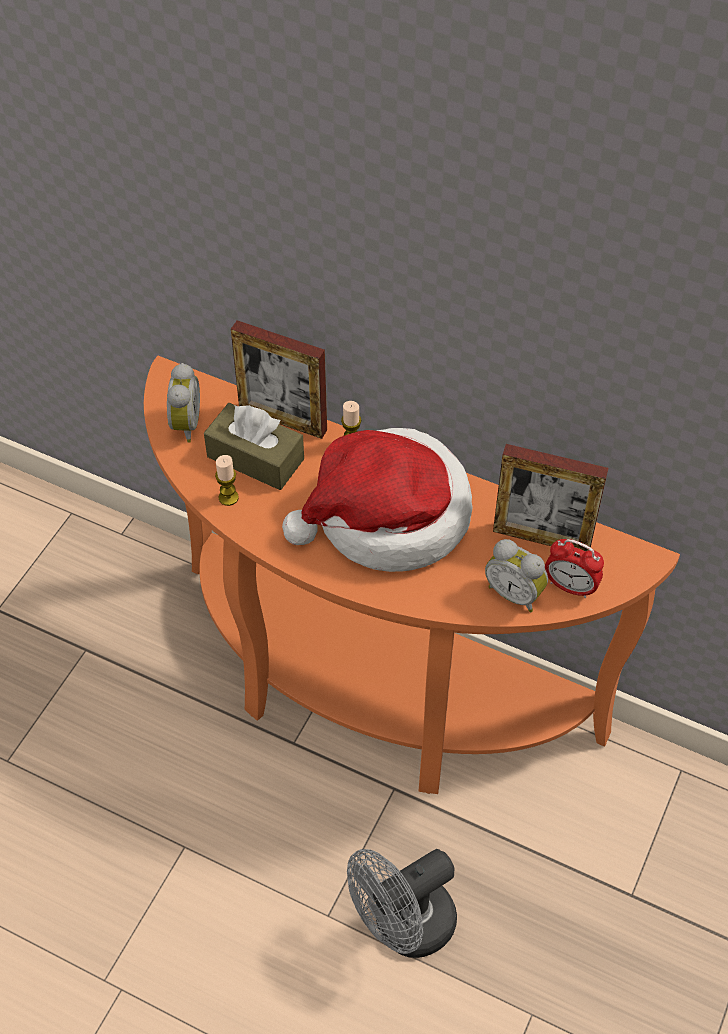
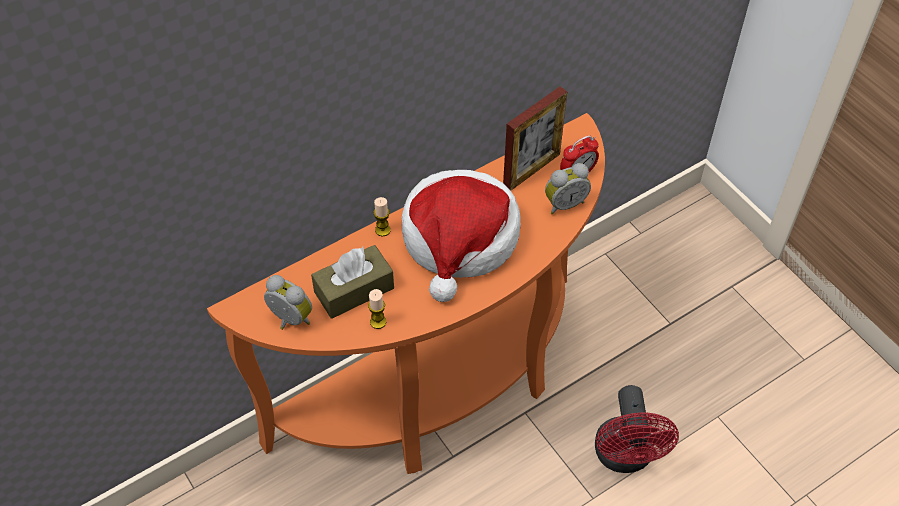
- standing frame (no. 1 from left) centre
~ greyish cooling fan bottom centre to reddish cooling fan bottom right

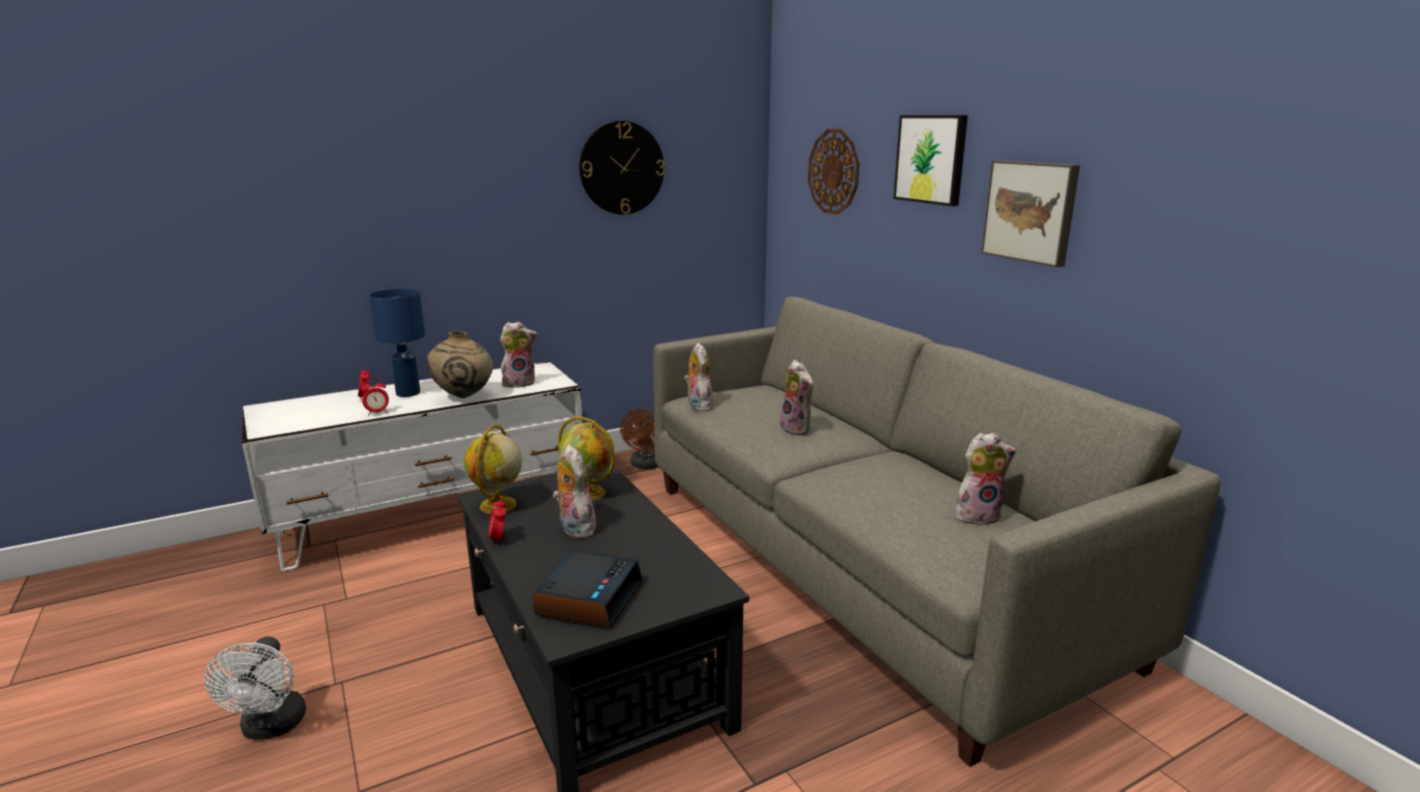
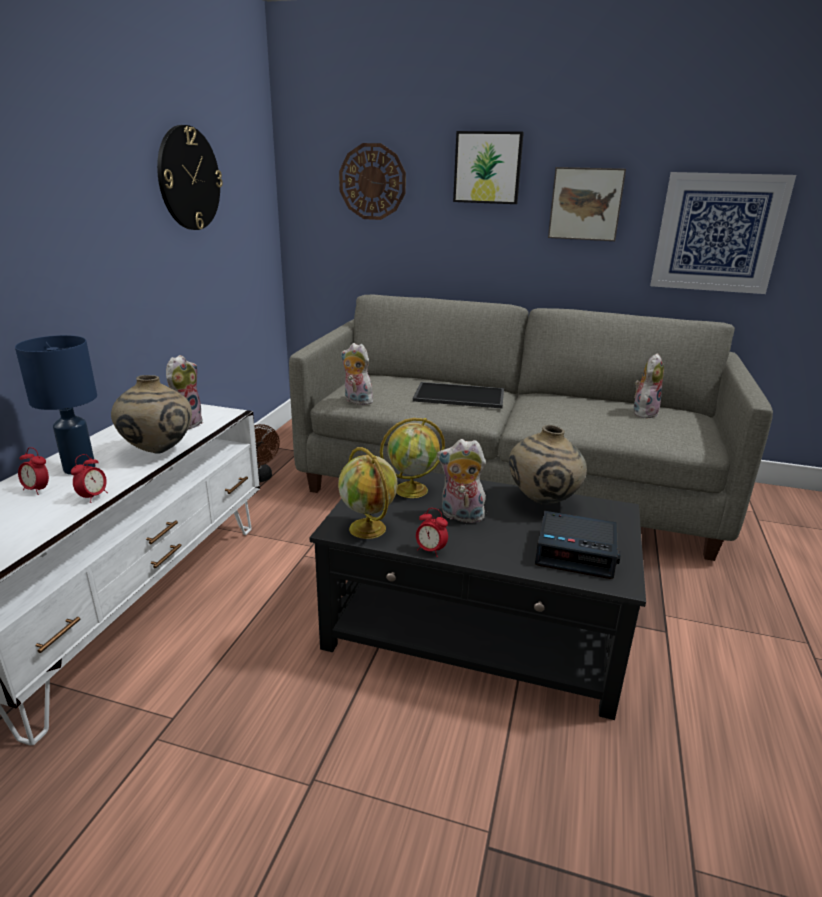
- white-coloured cooling fan bottom left
+ beige decorative vase (no. 2 from left) middle right
+ wall art (no. 3 from left) top right
~ cuddly toy (no. 4 from left) centre to carrying tray centre
~ alarm clock (no. 4 from left) bottom centre = middle right 135 degrees clockwise

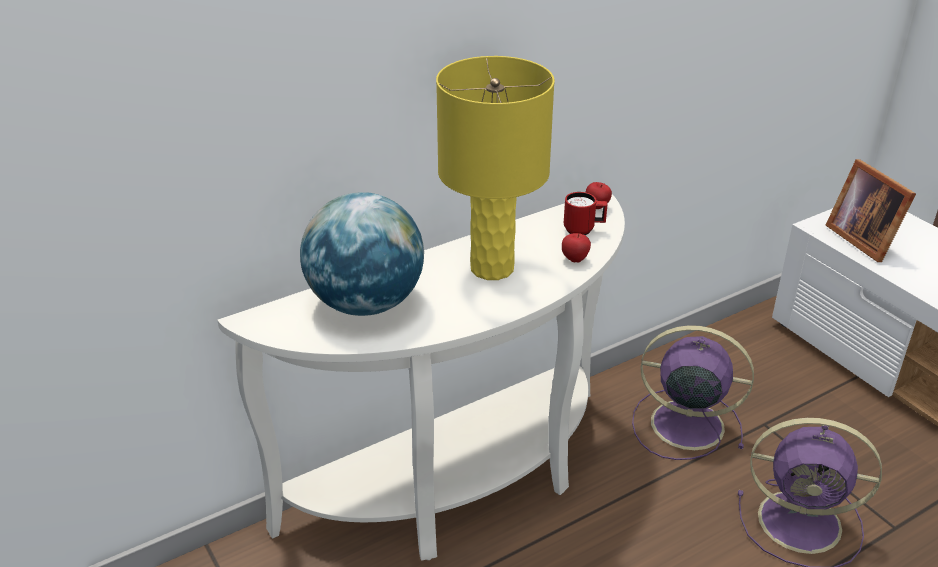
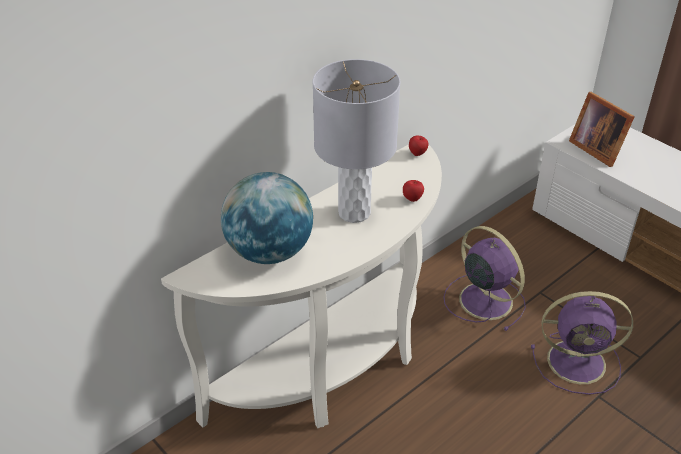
- reddish tea mug centre
~ yellow-coloured table lamp top centre to greyish table lamp top centre
~ purple-coloured cooling fan (no. 1 from left) bottom right = middle right 45 degrees clockwise

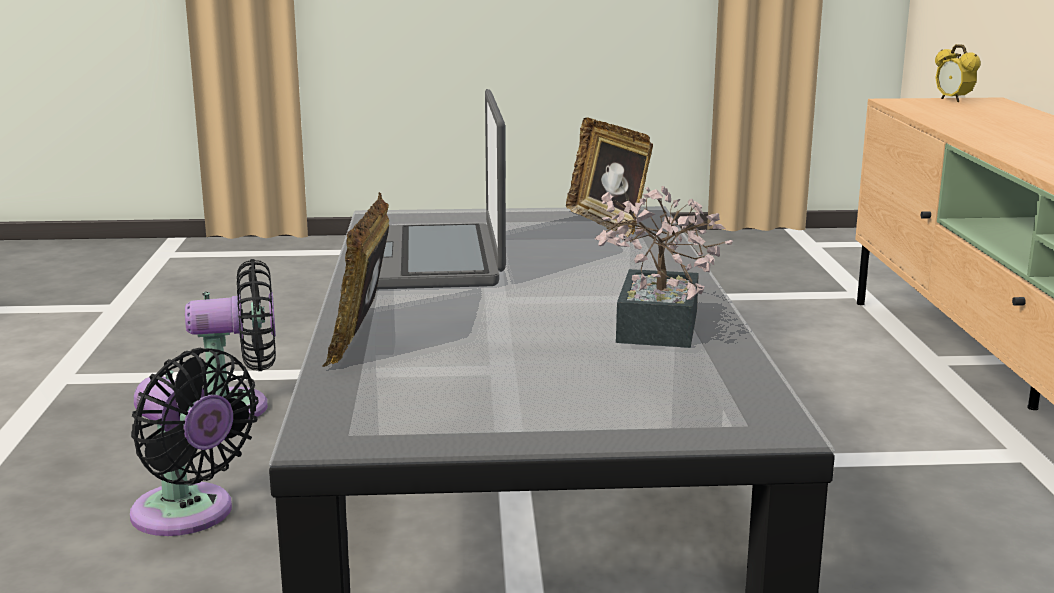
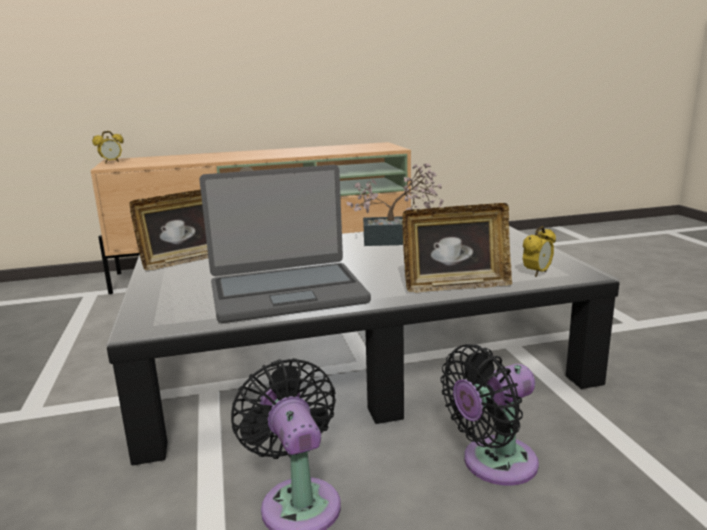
+ alarm clock (no. 2 from left) middle right
~ blackish cooling fan (no. 1 from left in the first image) bottom left = bottom right 150 degrees counterclockwise

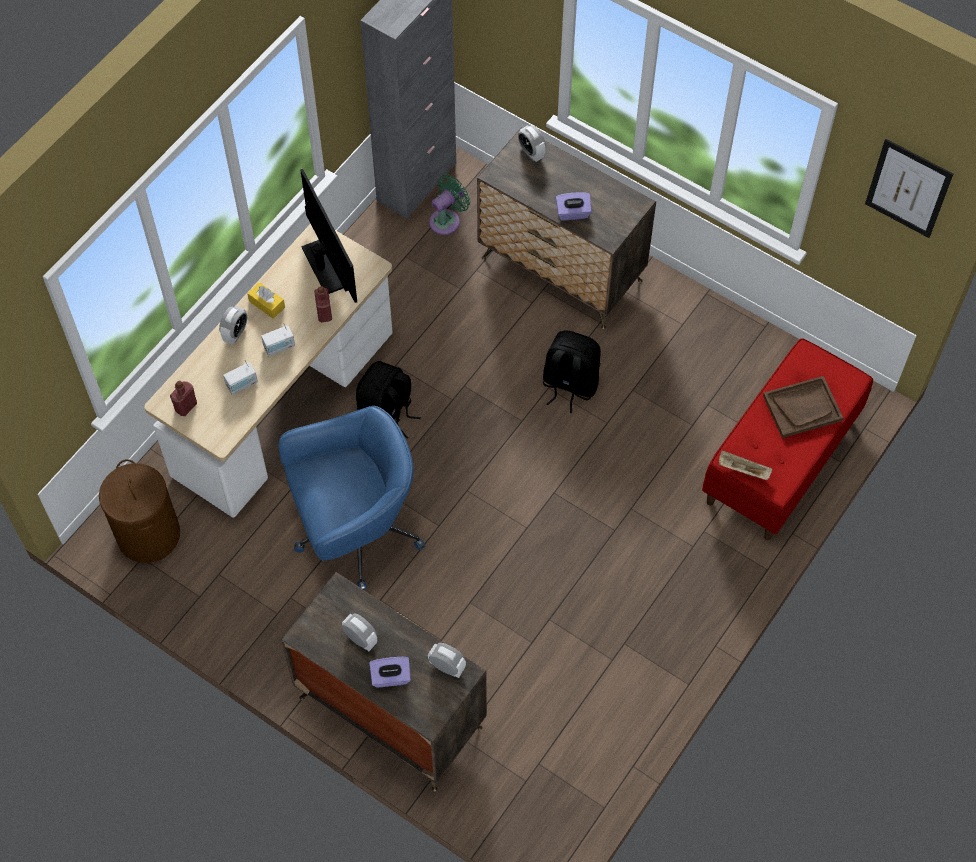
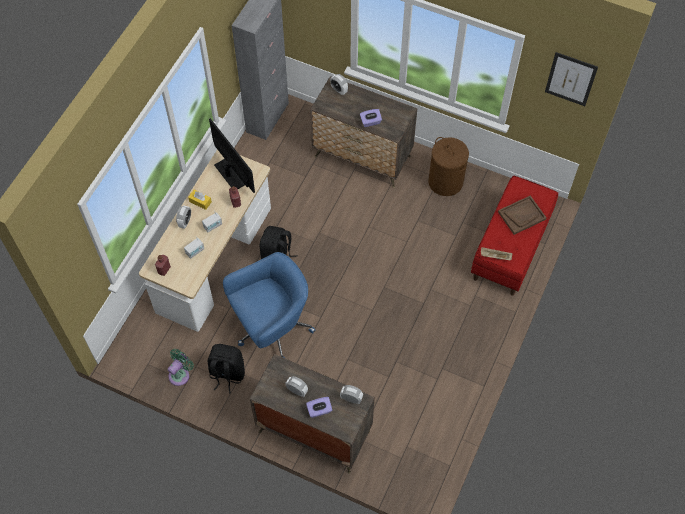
~ brownish hamper middle left to top centre
~ green cooling fan top centre to bottom left
~ blackish rucksack (no. 2 from left in the first image) centre to blackish rucksack (no. 1 from left) bottom left

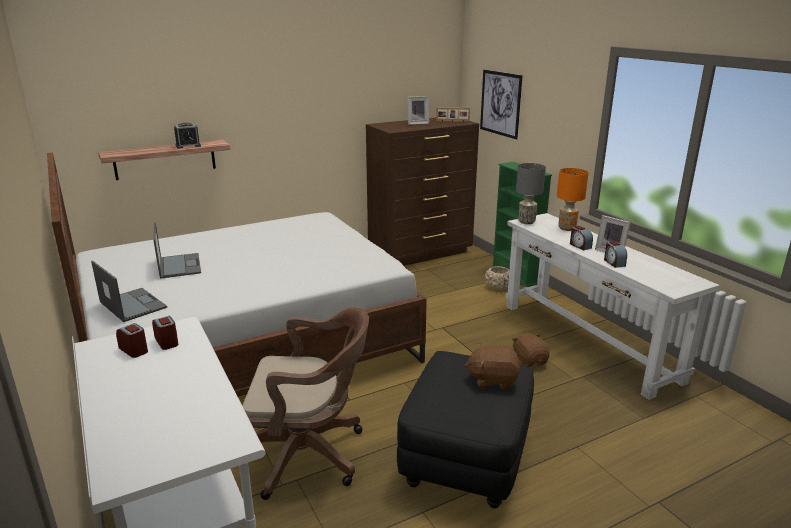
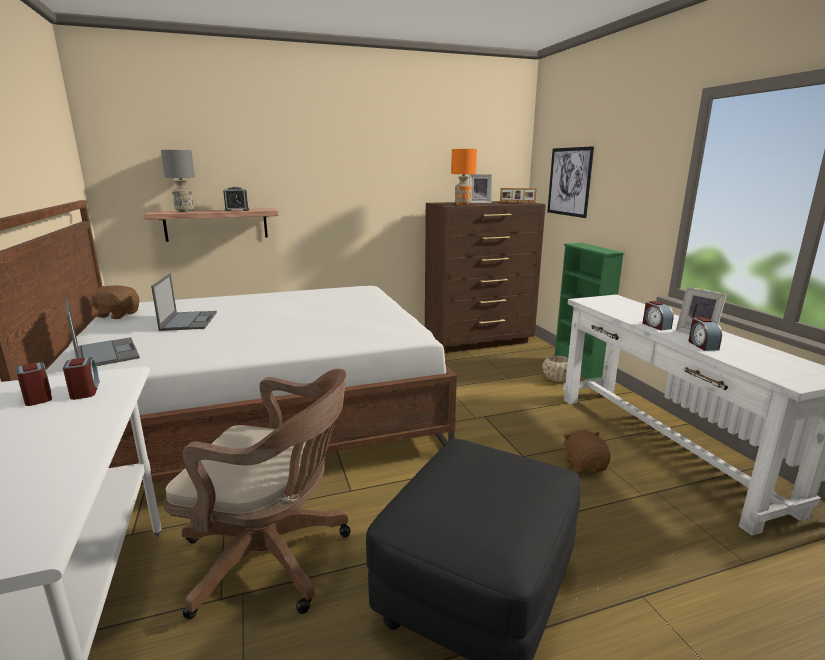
~ brownish cuddly toy (no. 1 from left) bottom centre to middle left
~ greyish table lamp middle right to top left
~ orange table lamp middle right to top centre

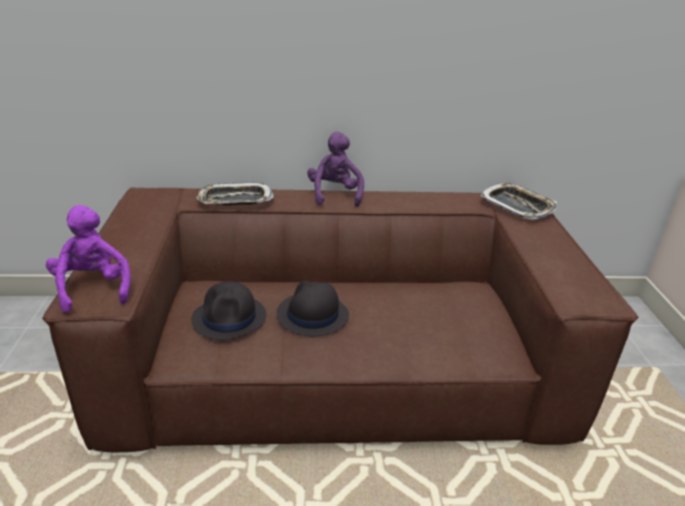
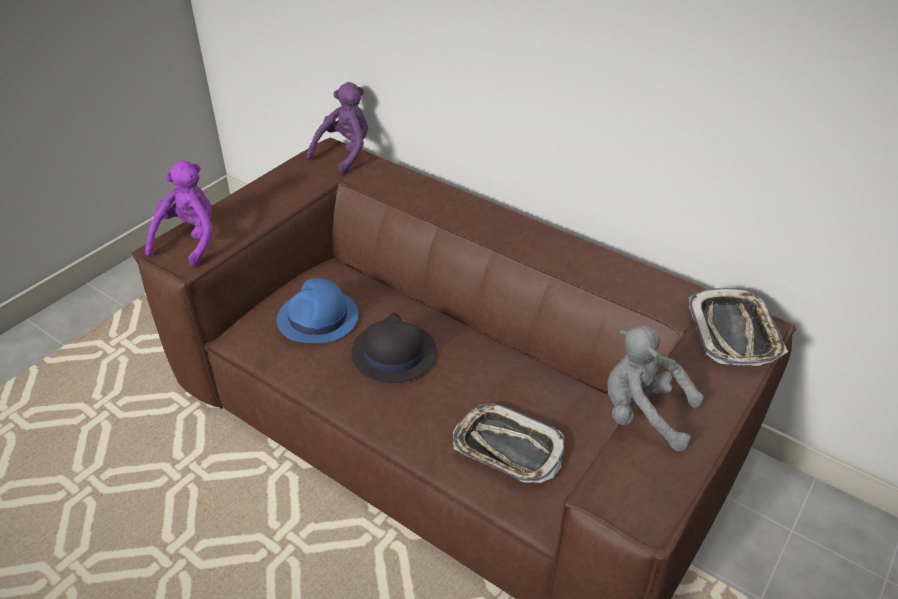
+ greyish cuddly toy middle right
~ carrying tray (no. 1 from left) centre to bottom centre
~ purple-coloured cuddly toy (no. 2 from left) centre to top centre
~ blackish wearable hat (no. 1 from left) middle left to blue-coloured wearable hat centre

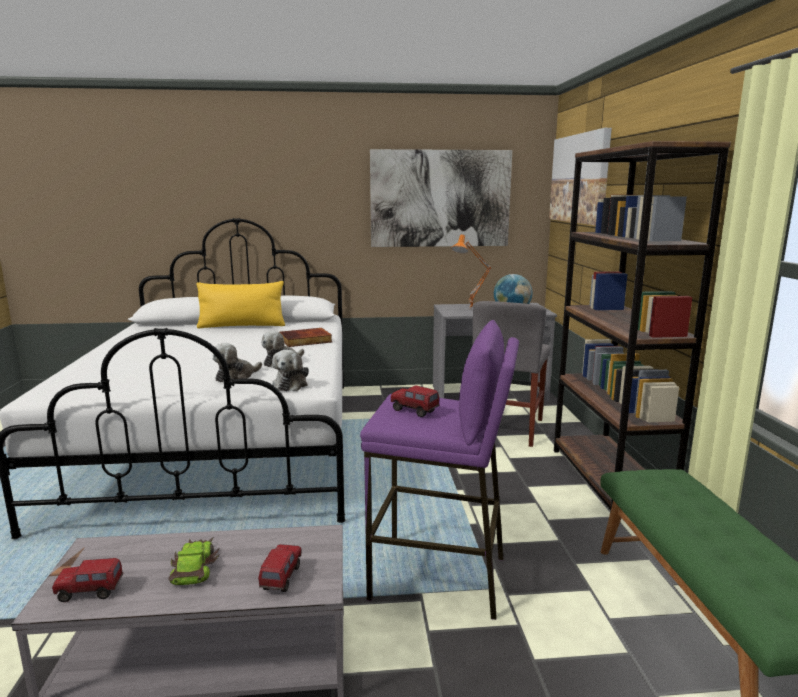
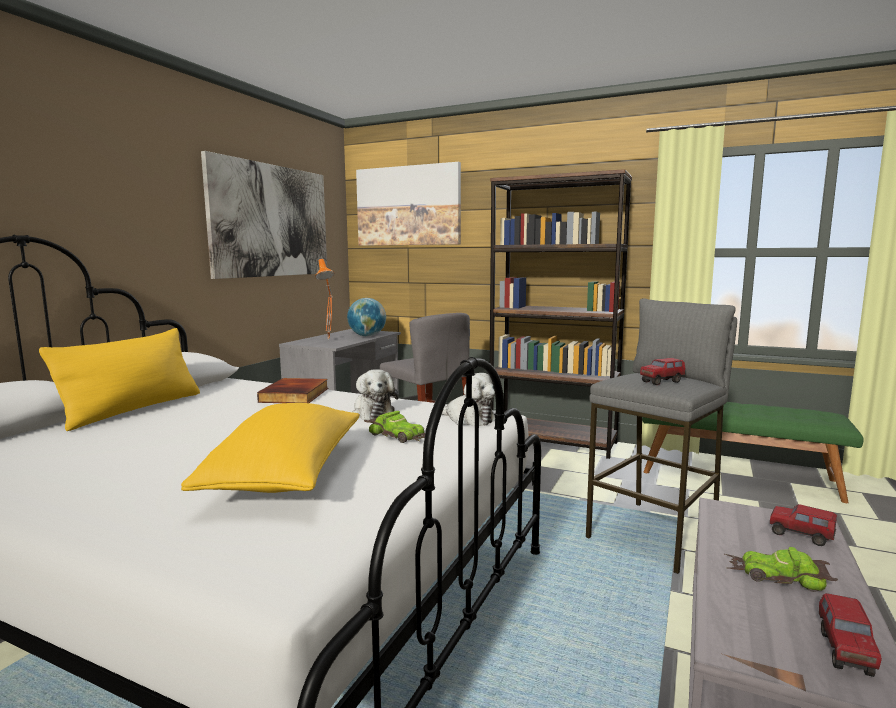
+ yellow-coloured throw pillow (no. 2 from left) middle left
~ cuddly toy (no. 1 from left) middle left to miniature car (no. 1 from left) centre
~ purple-coloured stool seat bottom centre to greyish stool seat middle right

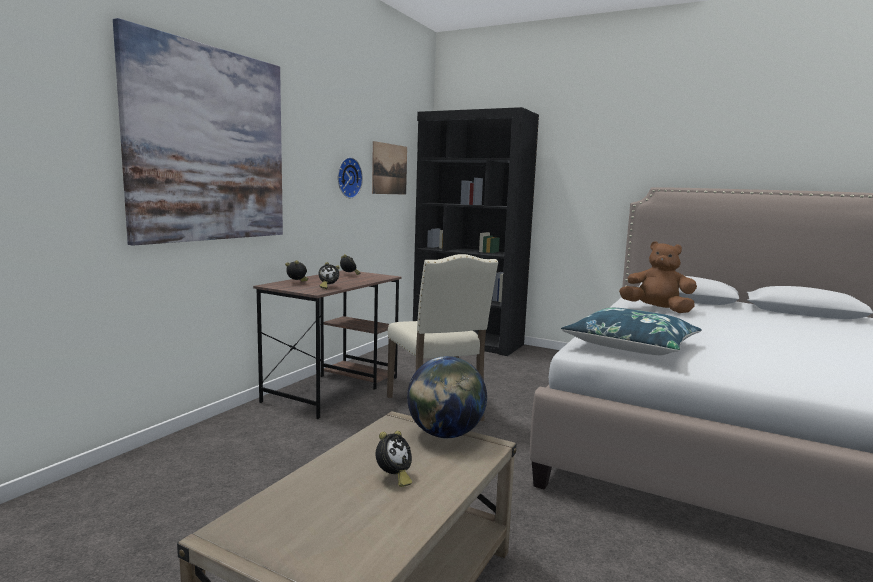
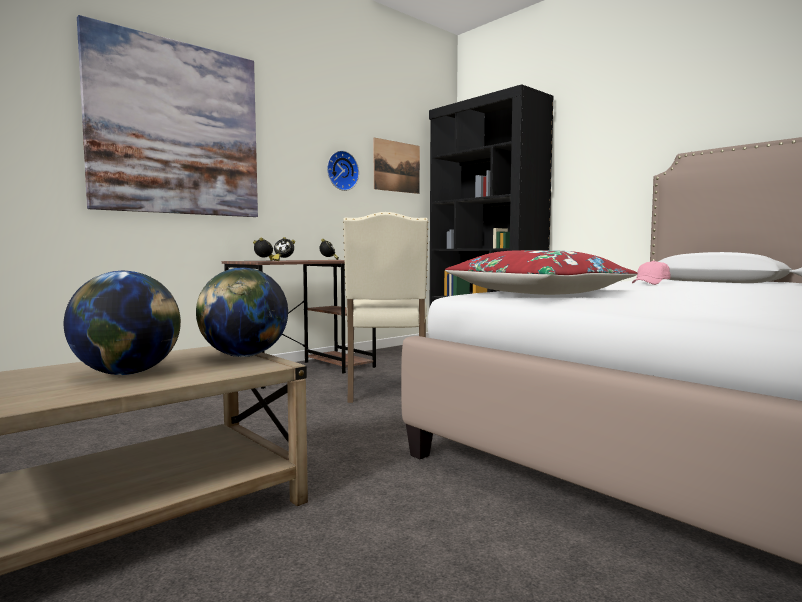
~ alarm clock (no. 4 from left) bottom centre to world globe (no. 1 from left) middle left
~ brownish cuddly toy middle right to pinkish peaked cap middle right
~ blue-coloured throw pillow middle right to reddish throw pillow middle right

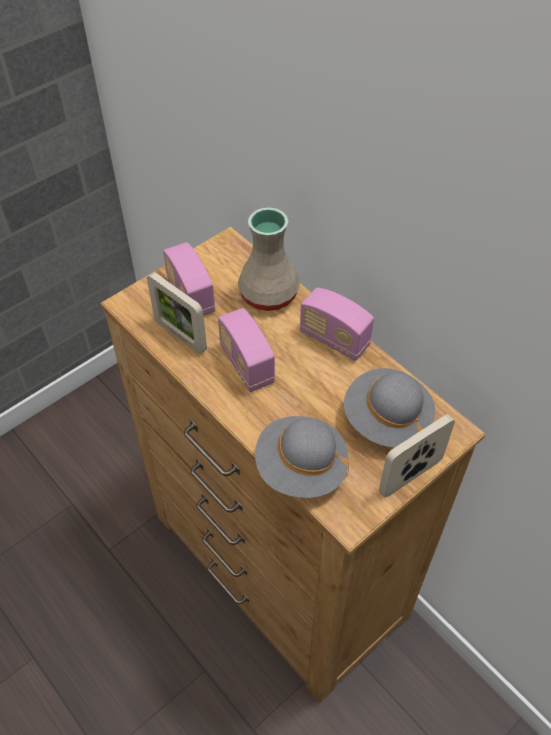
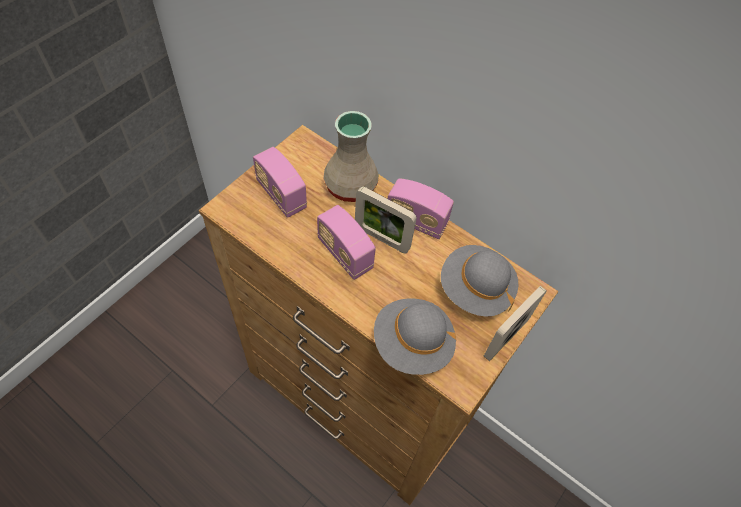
~ standing frame (no. 1 from left) middle left to centre

